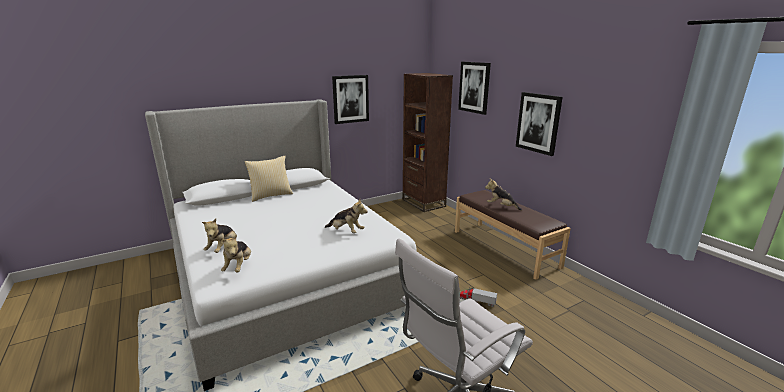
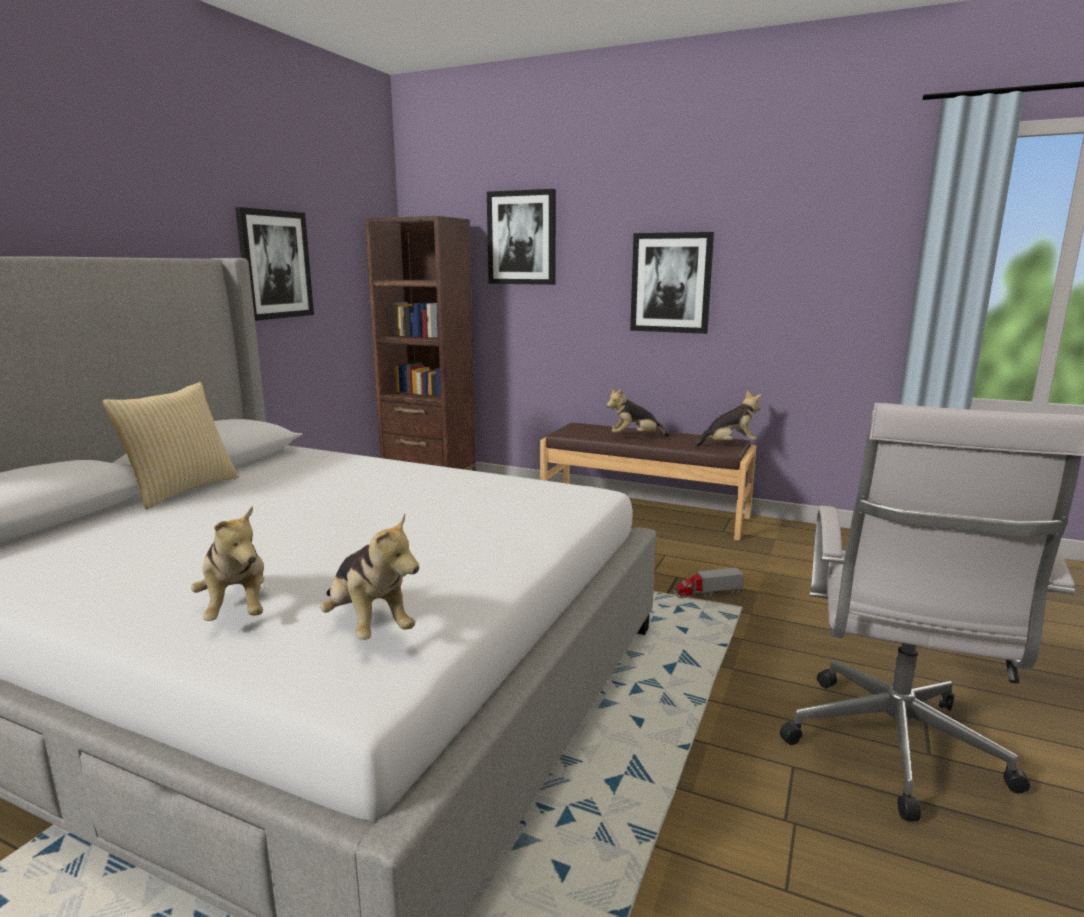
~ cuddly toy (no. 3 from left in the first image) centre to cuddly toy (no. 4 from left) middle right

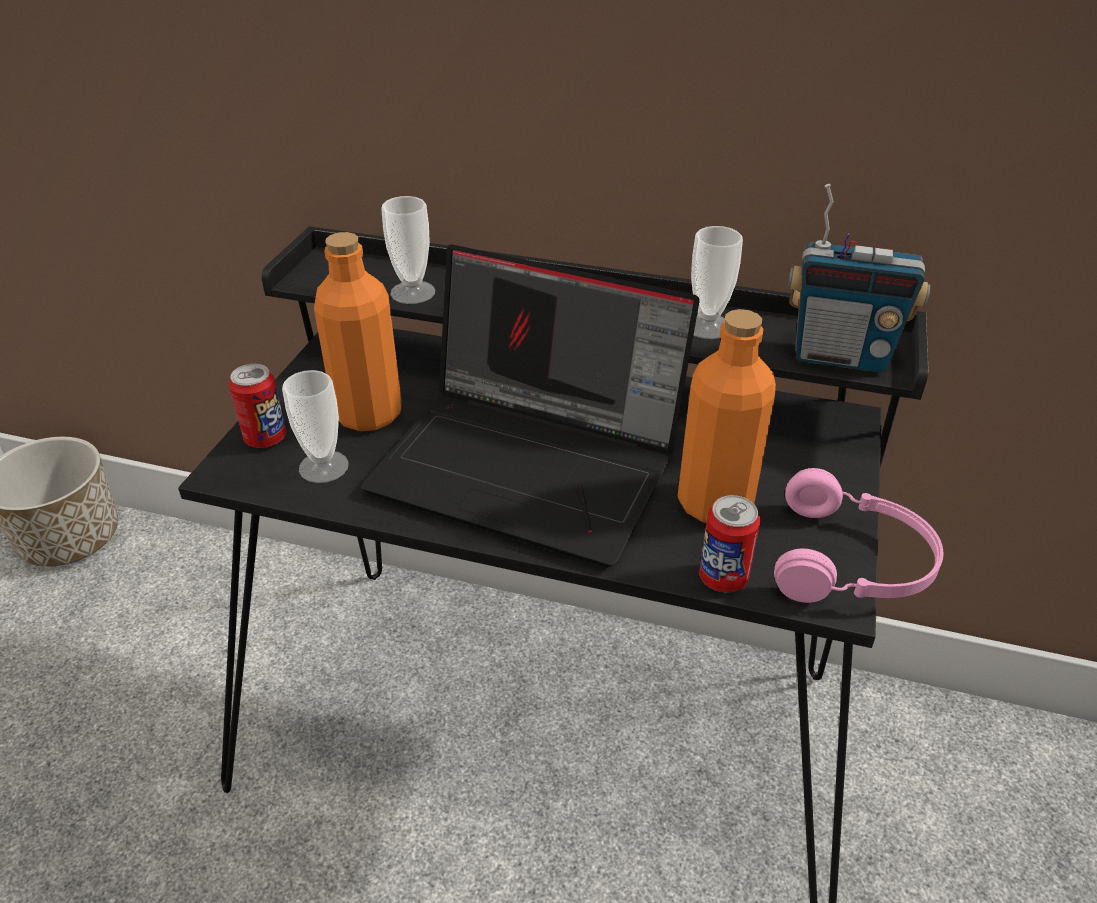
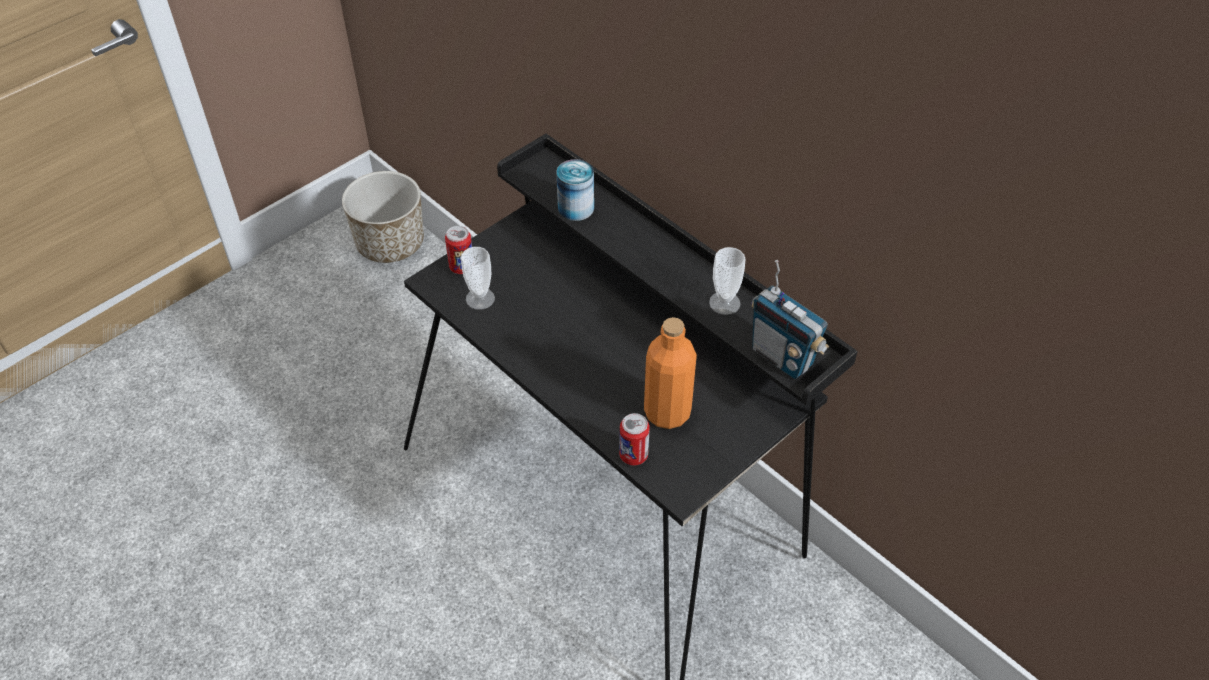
- orange drink bottle (no. 1 from left) middle left
- laptop centre
- pinkish pair of headphones middle right
~ small cup (no. 2 from left) top centre to metal can (no. 2 from left) top centre

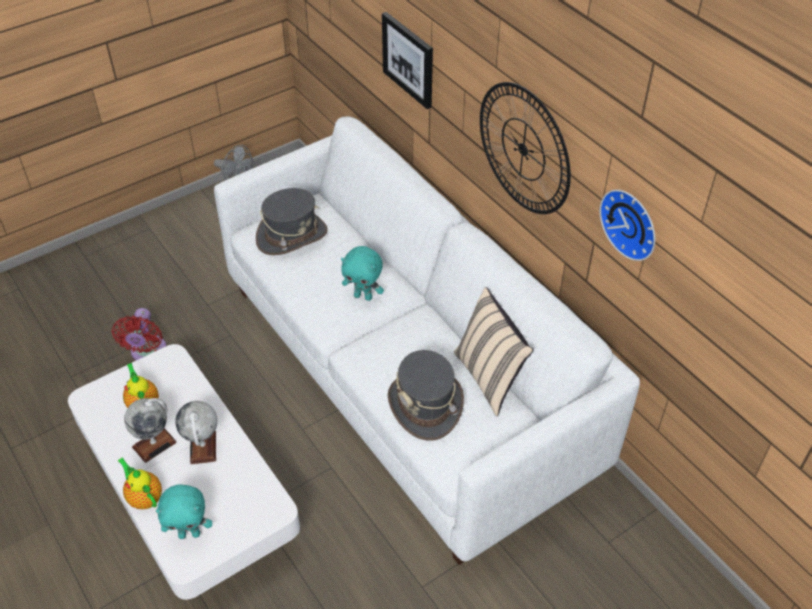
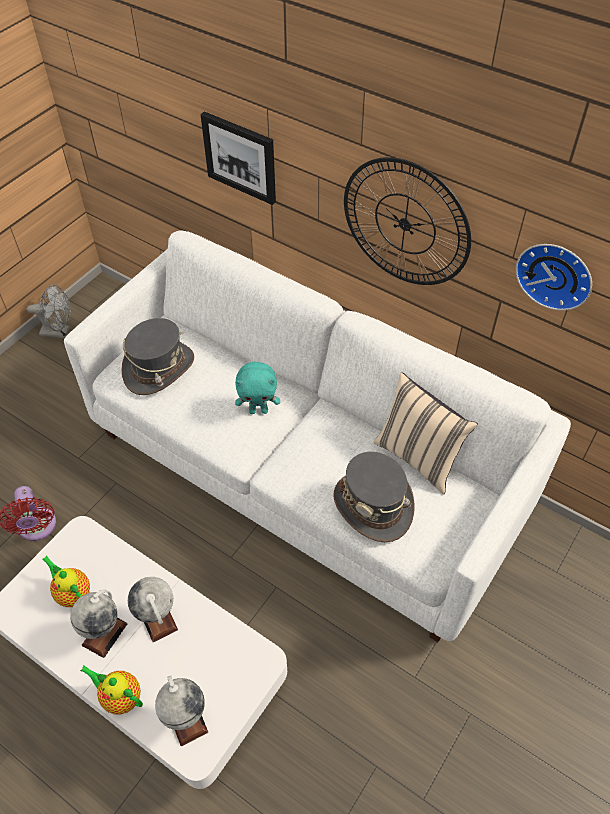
~ turquoise-coloured cuddly toy (no. 1 from left) bottom left to world globe (no. 3 from left) bottom left

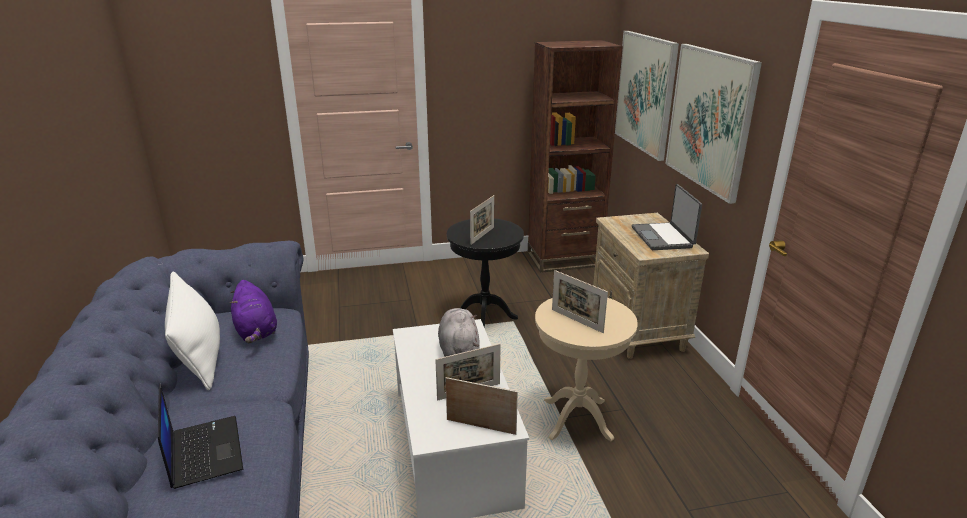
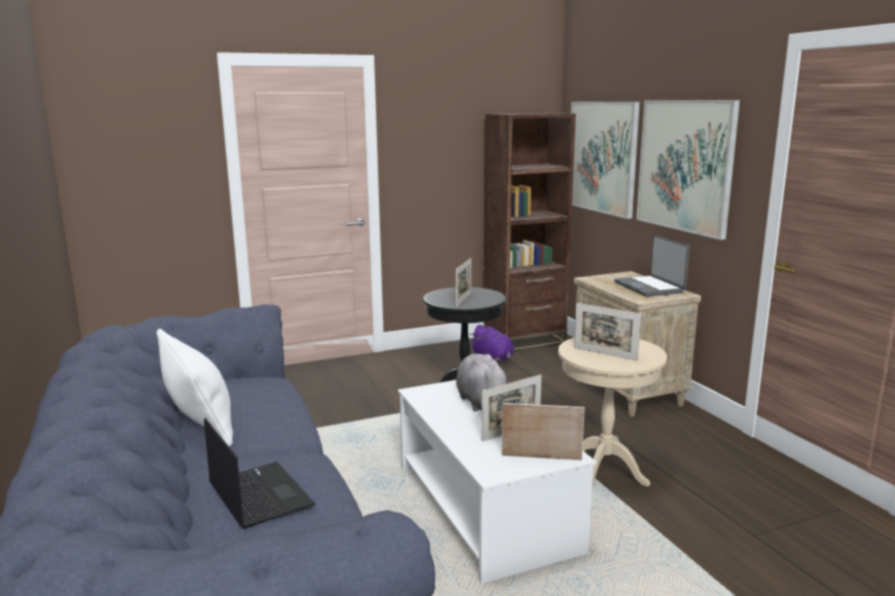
~ purple-coloured cuddly toy middle left to centre

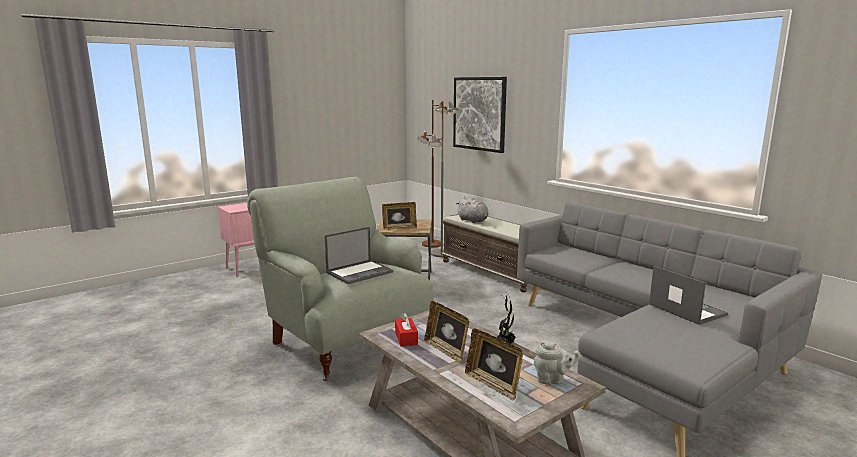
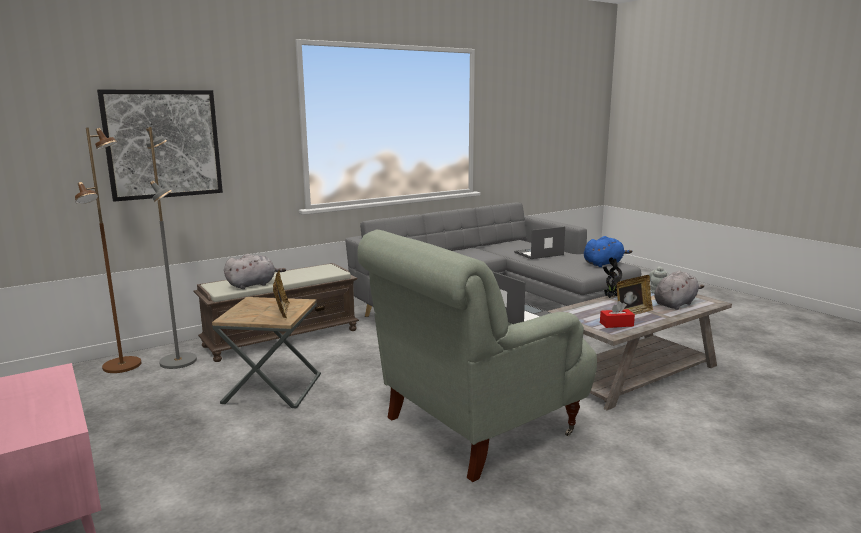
+ blue-coloured cuddly toy middle right
~ standing frame (no. 3 from left) bottom centre to greyish cuddly toy (no. 2 from left) middle right

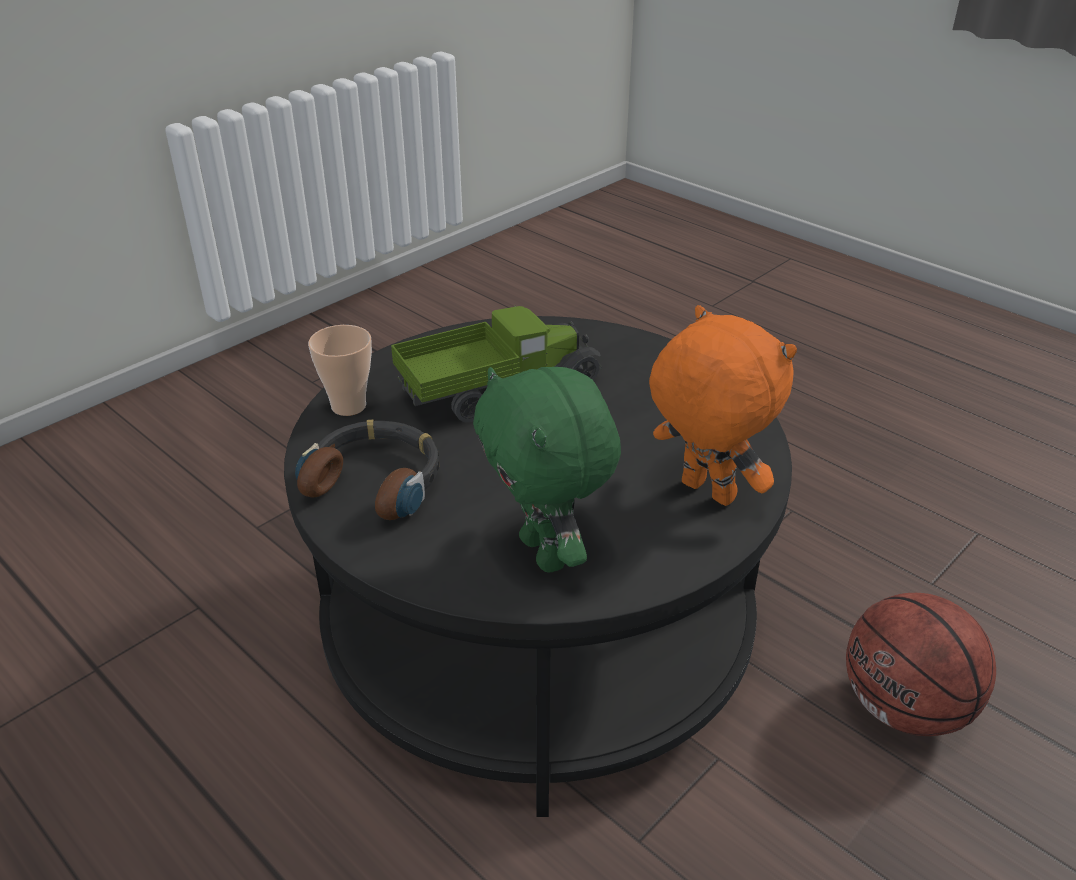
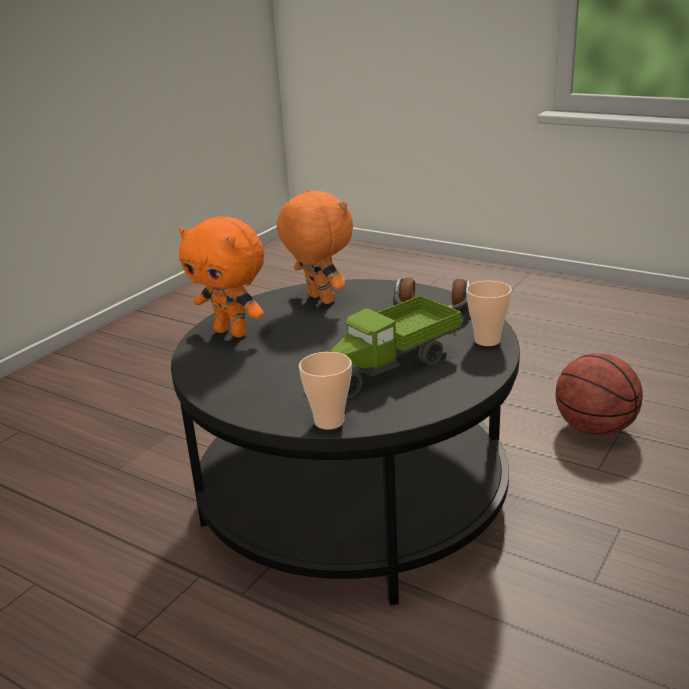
+ small cup (no. 1 from left) centre
~ basketball bottom right to middle right
~ green cuddly toy centre to orange cuddly toy (no. 2 from left) centre

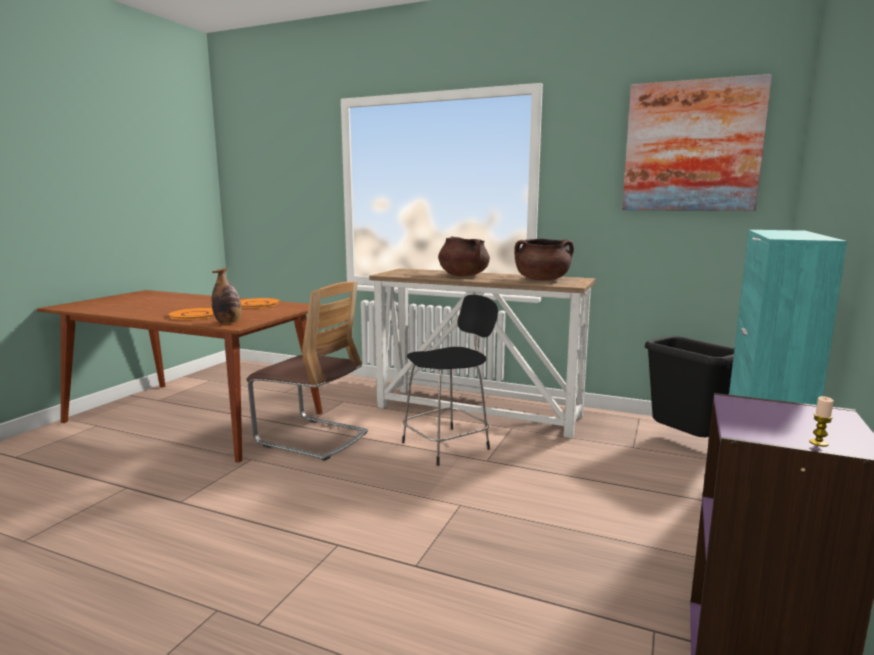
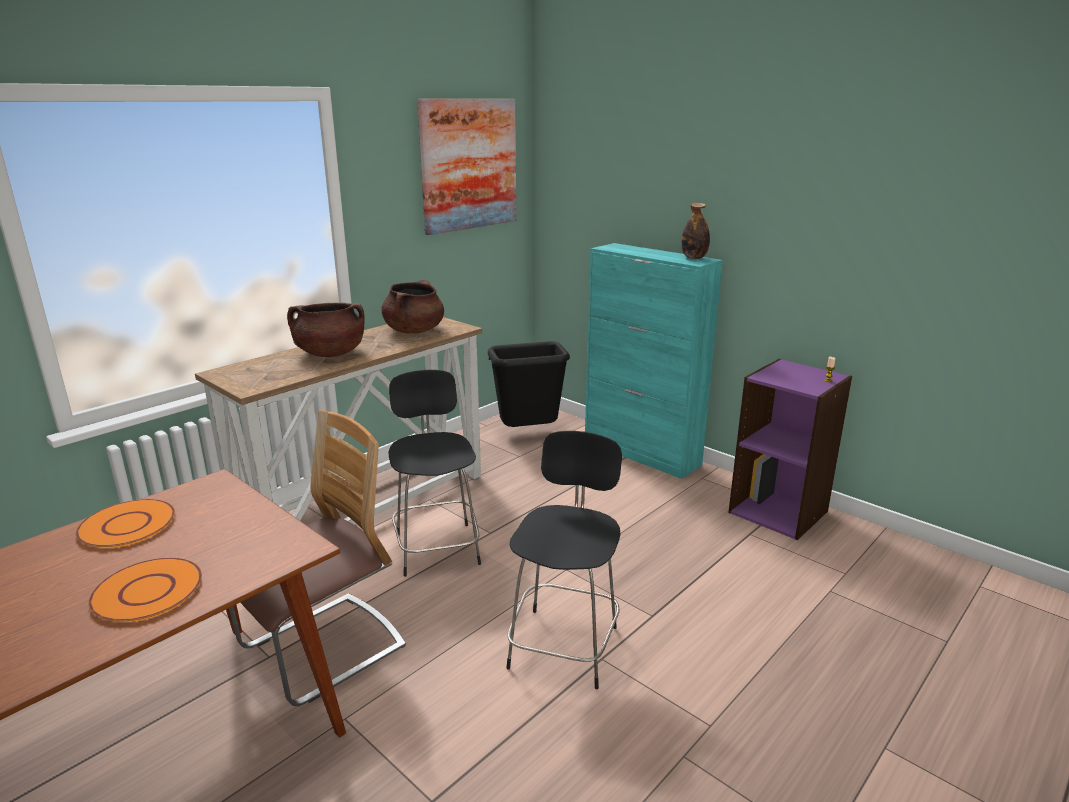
+ blackish stool seat (no. 2 from left) bottom centre
~ drink bottle middle left to top centre

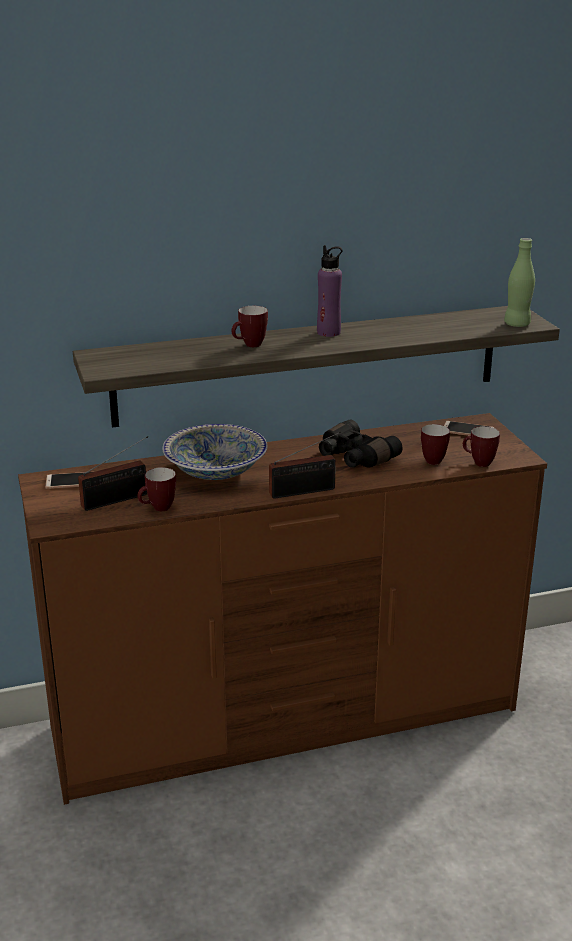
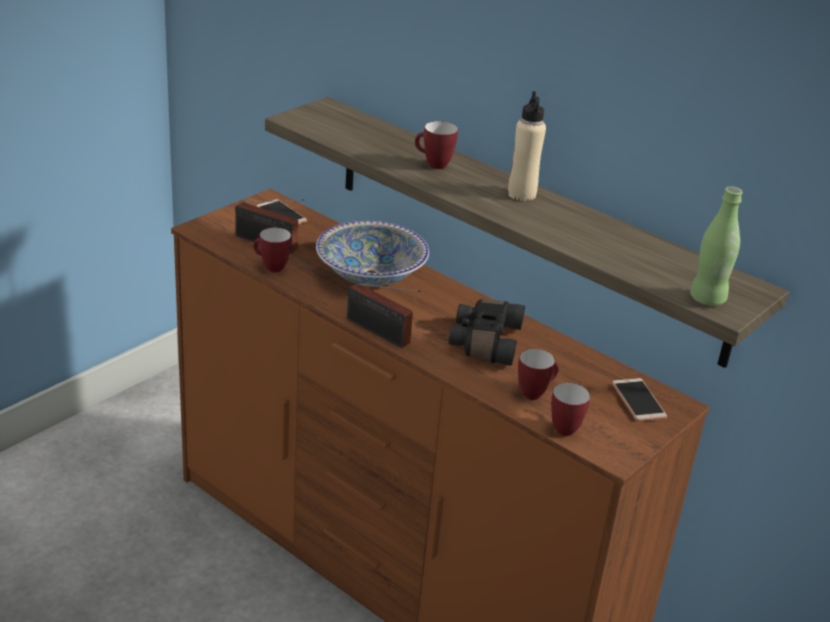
~ purple-coloured drink bottle top centre to beige drink bottle top centre

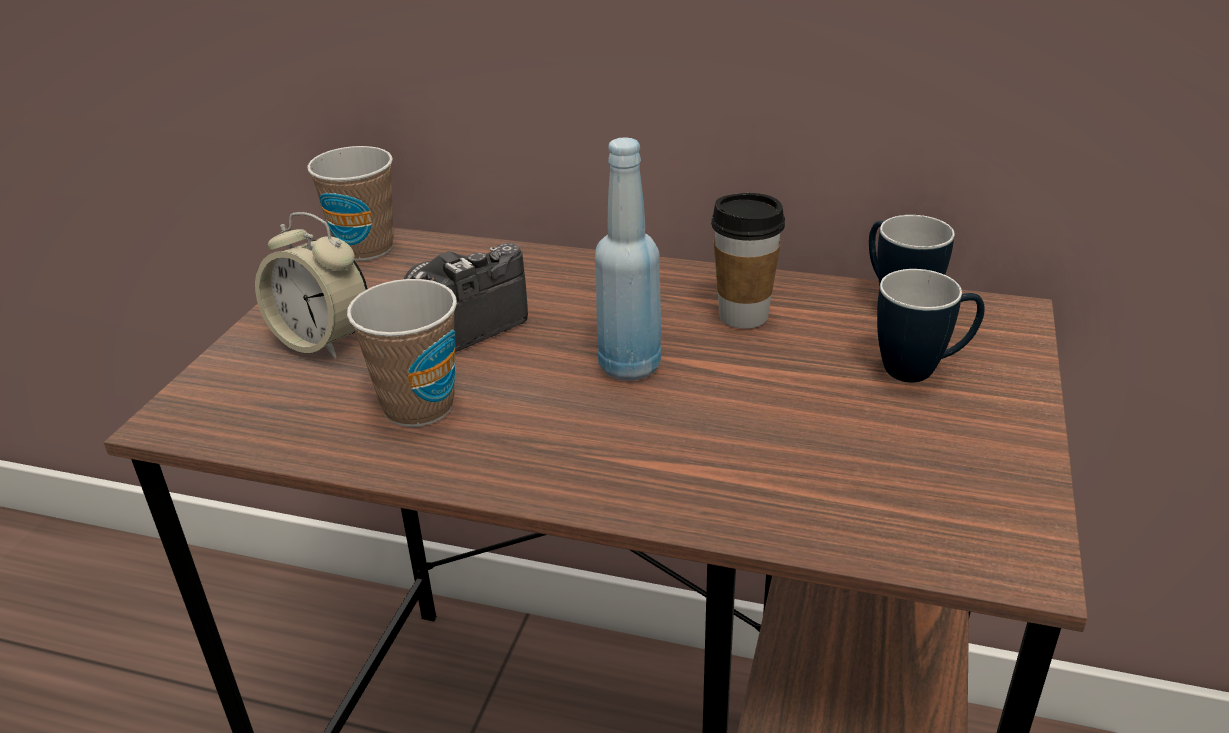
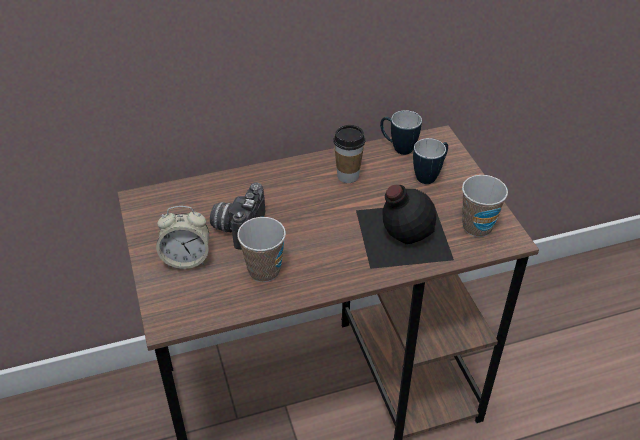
- blue-coloured drink bottle centre
+ blackish drink bottle centre
~ small cup (no. 1 from left in the first image) top left to small cup (no. 3 from left) middle right

